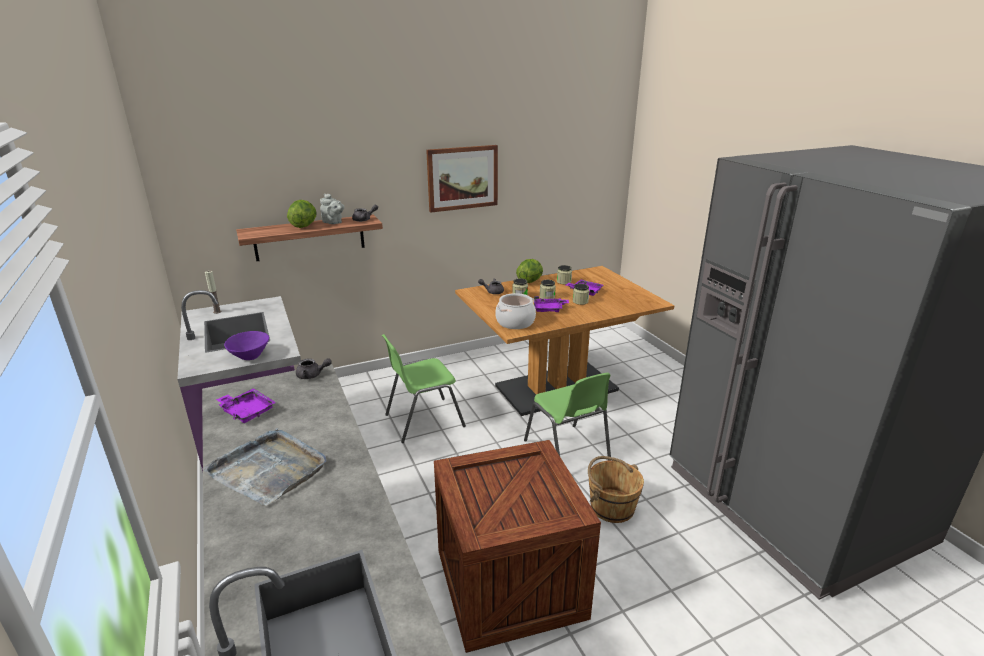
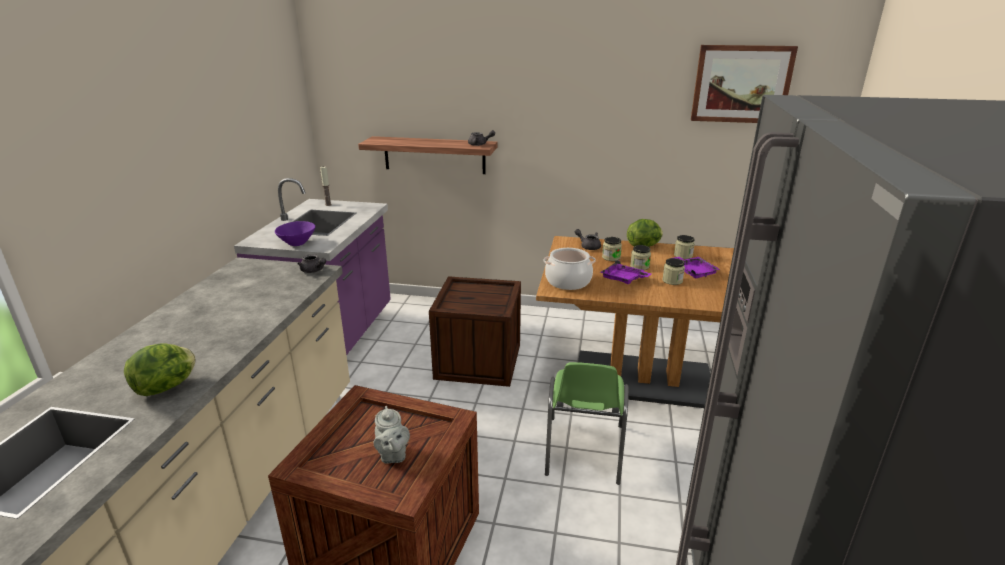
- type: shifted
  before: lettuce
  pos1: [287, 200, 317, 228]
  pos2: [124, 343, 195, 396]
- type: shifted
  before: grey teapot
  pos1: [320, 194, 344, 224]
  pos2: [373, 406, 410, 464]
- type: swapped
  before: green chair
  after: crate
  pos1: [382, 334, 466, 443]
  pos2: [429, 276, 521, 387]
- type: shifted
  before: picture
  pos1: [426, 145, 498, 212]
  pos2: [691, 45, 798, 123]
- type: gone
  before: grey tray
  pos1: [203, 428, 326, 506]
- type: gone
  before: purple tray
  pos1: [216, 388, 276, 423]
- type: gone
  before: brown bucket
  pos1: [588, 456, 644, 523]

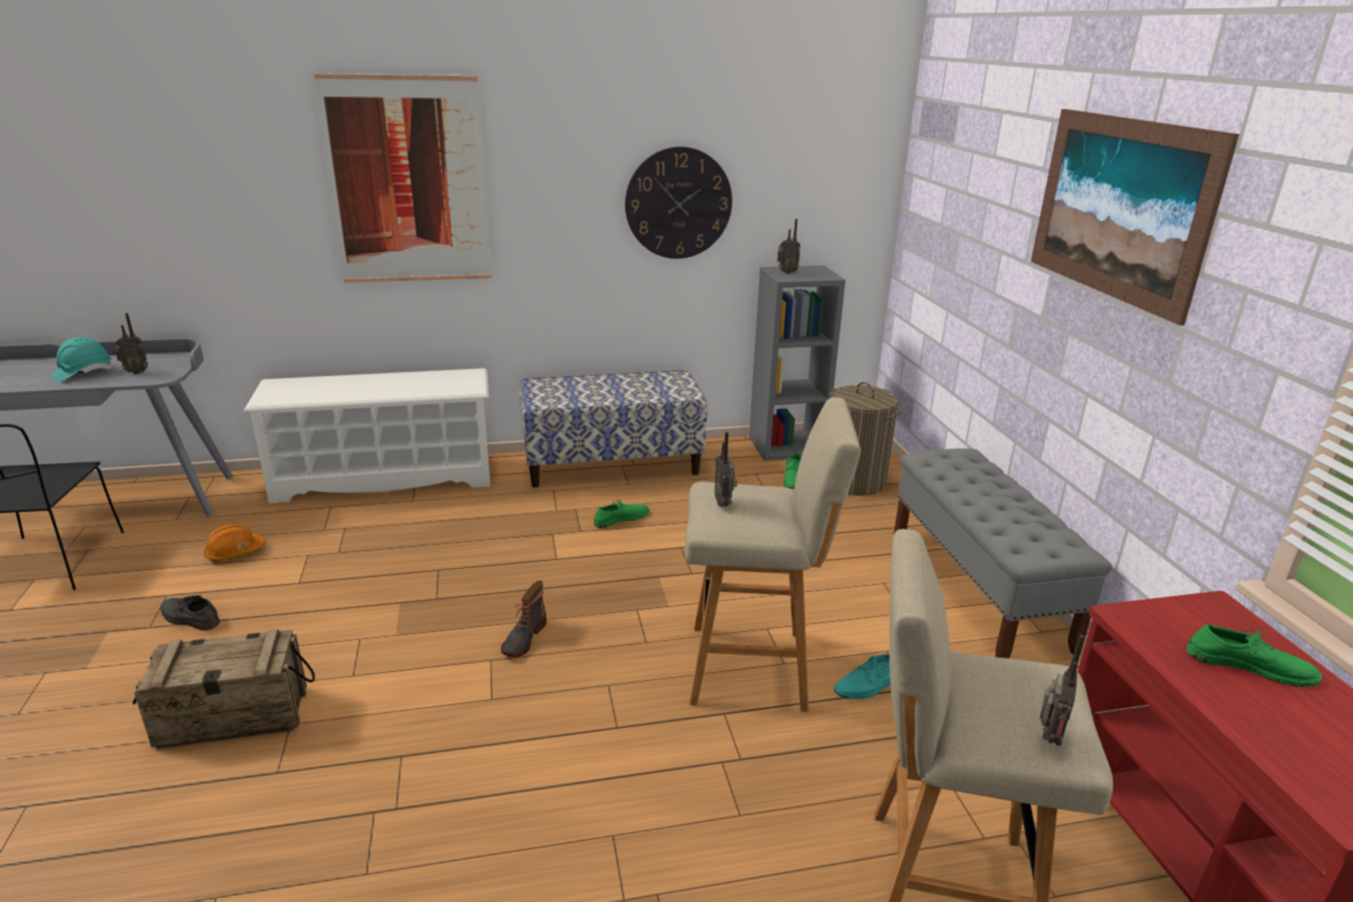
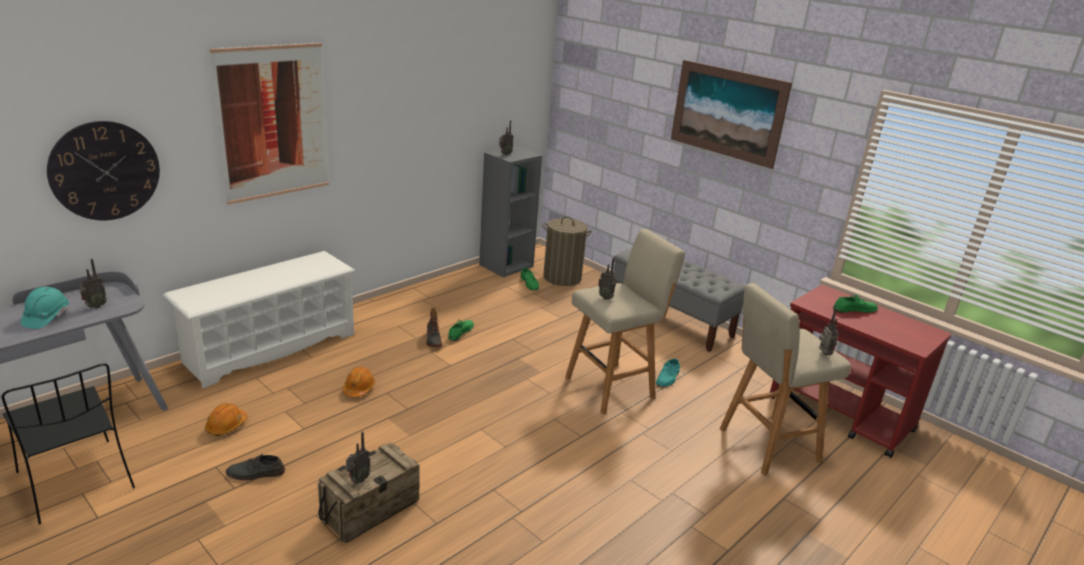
- type: shifted
  before: wall clock
  pos1: [625, 147, 732, 259]
  pos2: [47, 121, 160, 220]
- type: new
  after: orange hard hat
  pos2: [343, 367, 375, 397]
- type: new
  after: radio
  pos2: [346, 431, 371, 483]
- type: shifted
  before: boot
  pos1: [501, 581, 547, 657]
  pos2: [426, 308, 442, 347]
- type: gone
  before: bench
  pos1: [519, 370, 707, 487]

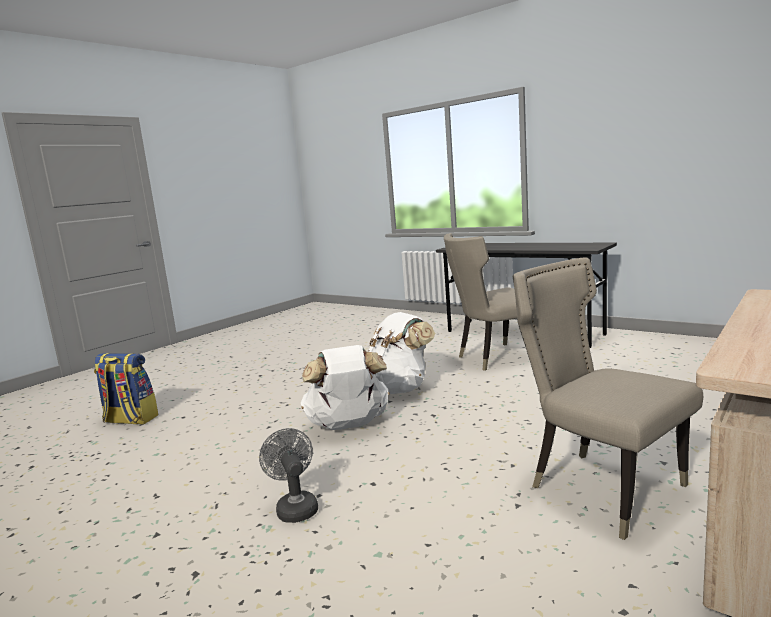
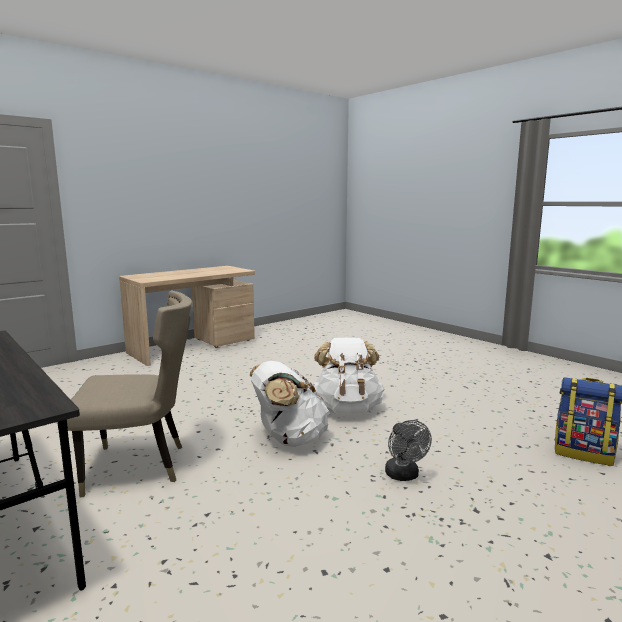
- type: shifted
  before: grey fan
  pos1: [259, 428, 318, 523]
  pos2: [385, 420, 432, 481]
- type: gone
  before: beige chair
  pos1: [513, 257, 703, 540]

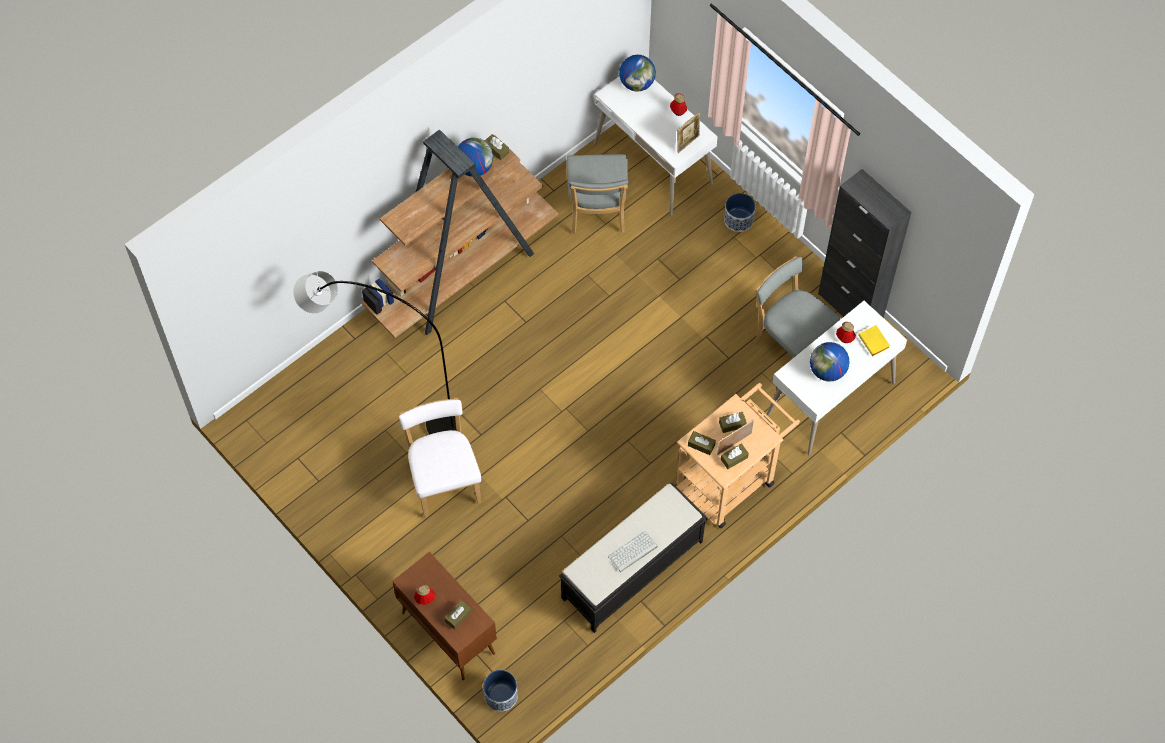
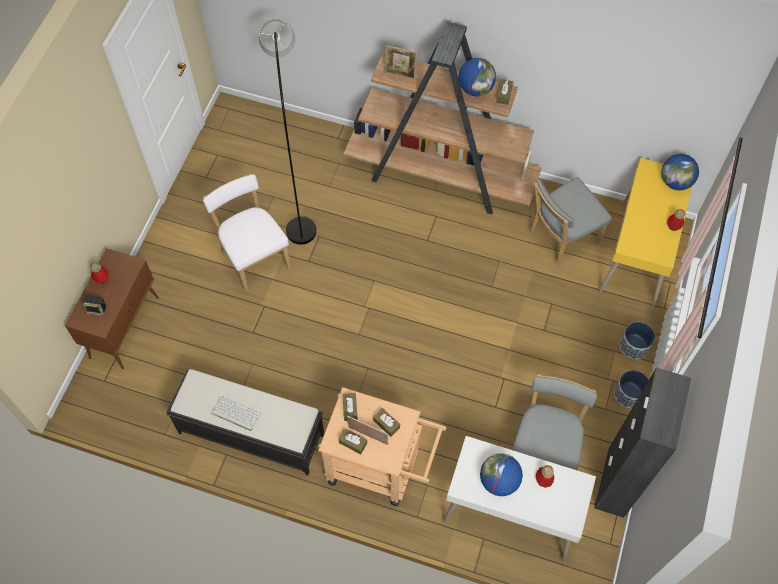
- type: swapped
  before: brown tissue box
  after: speaker
  pos1: [444, 600, 471, 630]
  pos2: [82, 295, 106, 316]
- type: rotated
  before: white chair
  pos1: [399, 398, 481, 518]
  pos2: [203, 174, 291, 292]
  turn: -75
- type: shifted
  before: picture frame
  pos1: [677, 112, 700, 153]
  pos2: [385, 45, 417, 79]
- type: repainted
  before: white desk
  after: yellow desk
  pos1: [594, 76, 718, 216]
  pos2: [599, 158, 692, 308]
- type: shifted
  before: planter
  pos1: [483, 670, 518, 712]
  pos2: [614, 370, 649, 408]
- type: gone
  before: yellow book
  pos1: [858, 325, 890, 356]

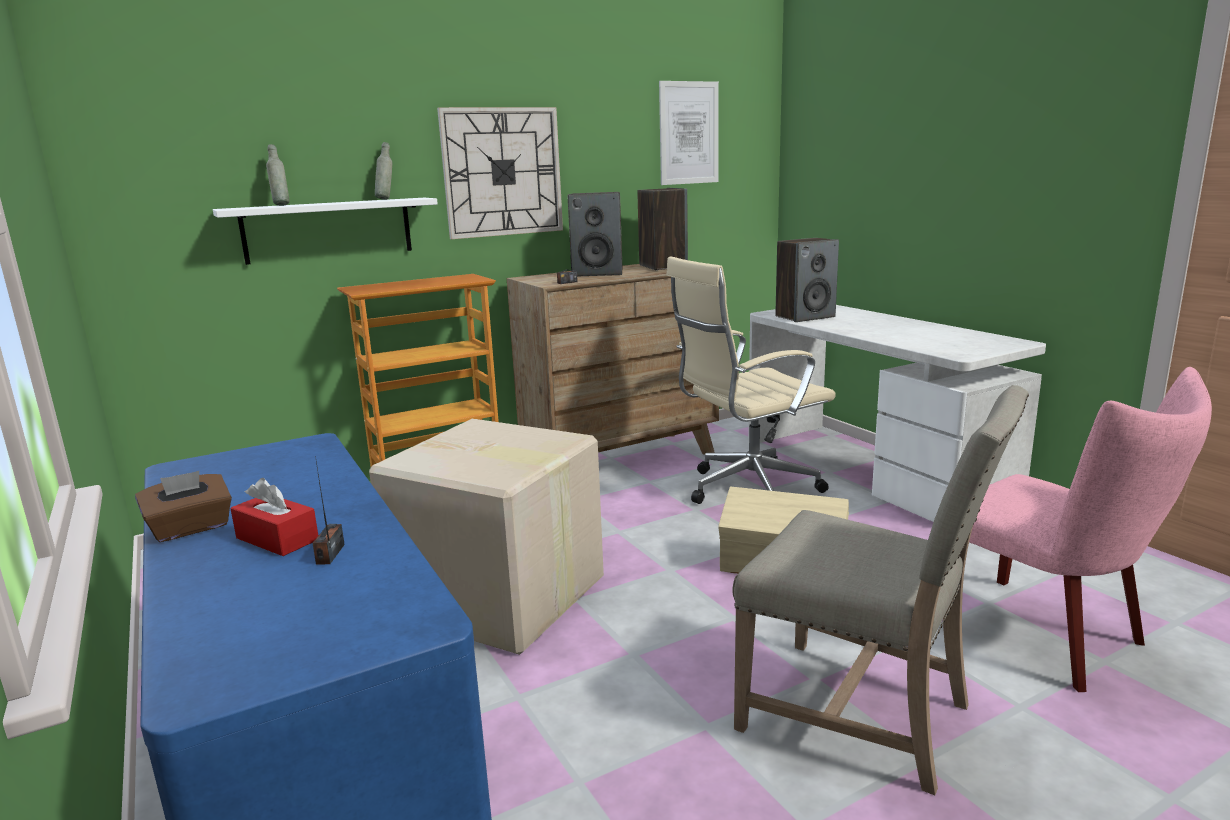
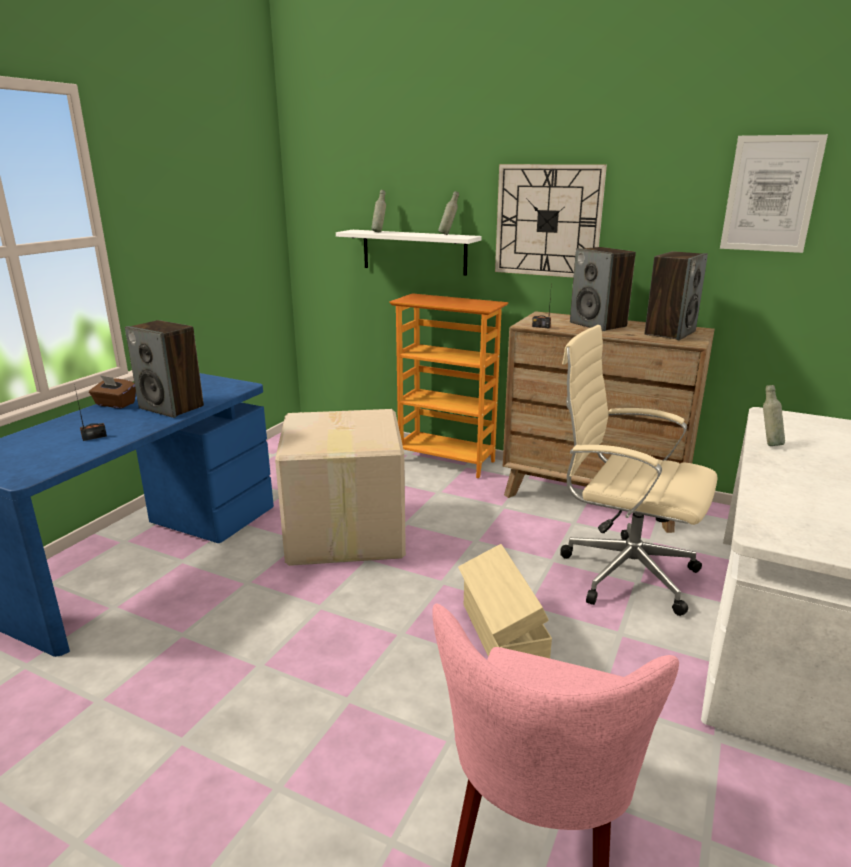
- type: shifted
  before: speaker
  pos1: [775, 238, 839, 322]
  pos2: [125, 320, 204, 418]
- type: new
  after: grey bottle
  pos2: [763, 385, 785, 446]
- type: gone
  before: red tissue box
  pos1: [230, 478, 318, 556]
- type: gone
  before: beige chair
  pos1: [732, 385, 1029, 795]

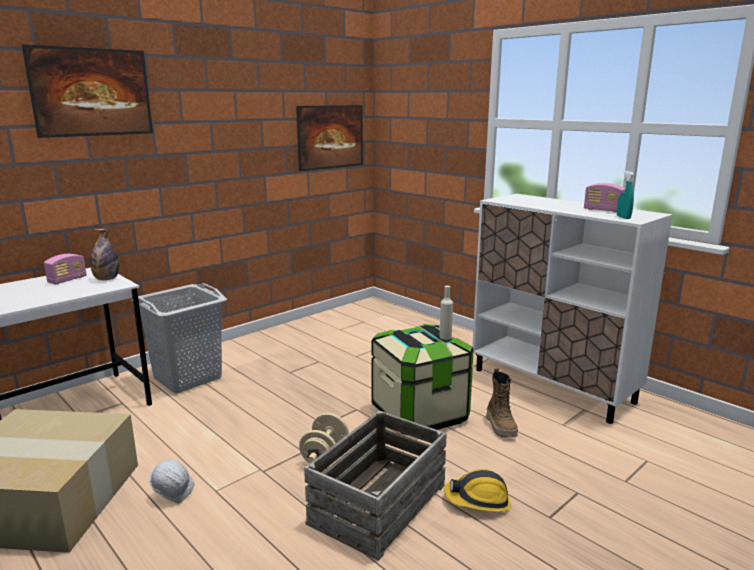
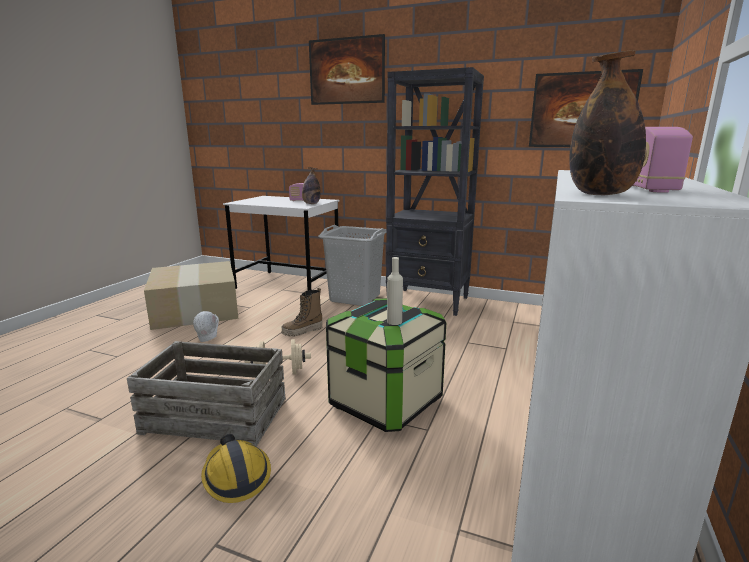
- type: shifted
  before: boot
  pos1: [487, 368, 518, 438]
  pos2: [281, 287, 322, 337]
- type: new
  after: black bookcase
  pos2: [386, 67, 484, 316]
- type: swapped
  before: turquoise spray bottle
  after: bottle
  pos1: [617, 171, 634, 219]
  pos2: [570, 50, 646, 195]

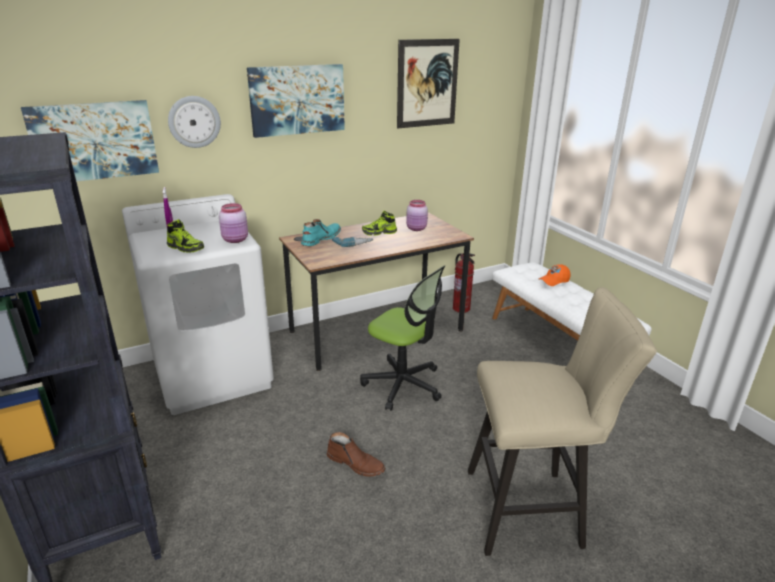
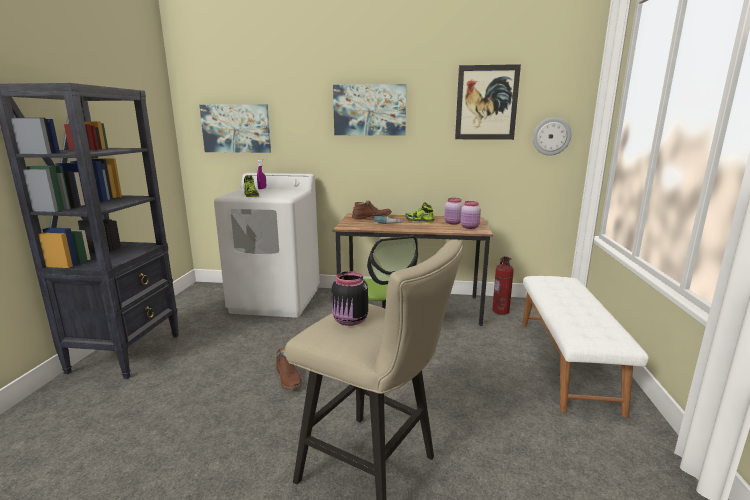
- type: new
  after: black jar
  pos2: [332, 271, 368, 326]
- type: repainted
  before: turquoise boot
  after: brown boot
  pos1: [301, 219, 341, 246]
  pos2: [352, 201, 392, 220]
- type: shifted
  before: pink jar
  pos1: [219, 203, 248, 243]
  pos2: [461, 201, 481, 229]
- type: shifted
  before: wall clock
  pos1: [168, 96, 221, 148]
  pos2: [533, 117, 571, 156]
- type: gone
  before: orange cap
  pos1: [539, 264, 570, 286]

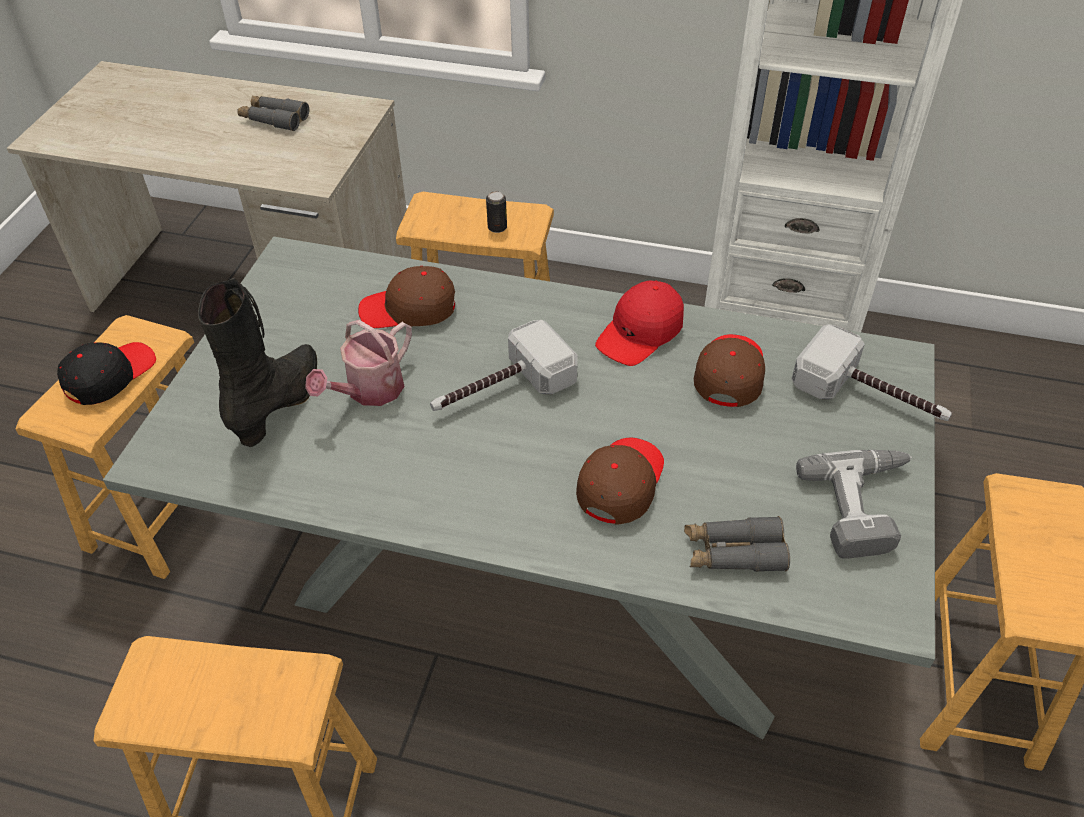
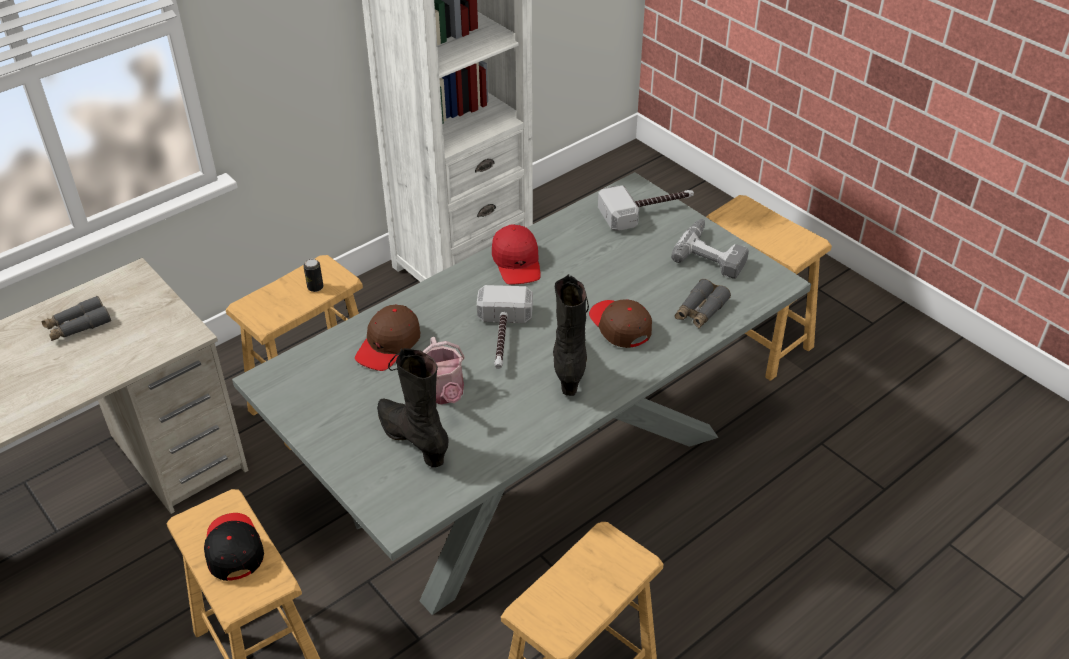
- type: new
  after: black boot
  pos2: [553, 274, 589, 396]
- type: gone
  before: brown cap
  pos1: [694, 334, 765, 407]

